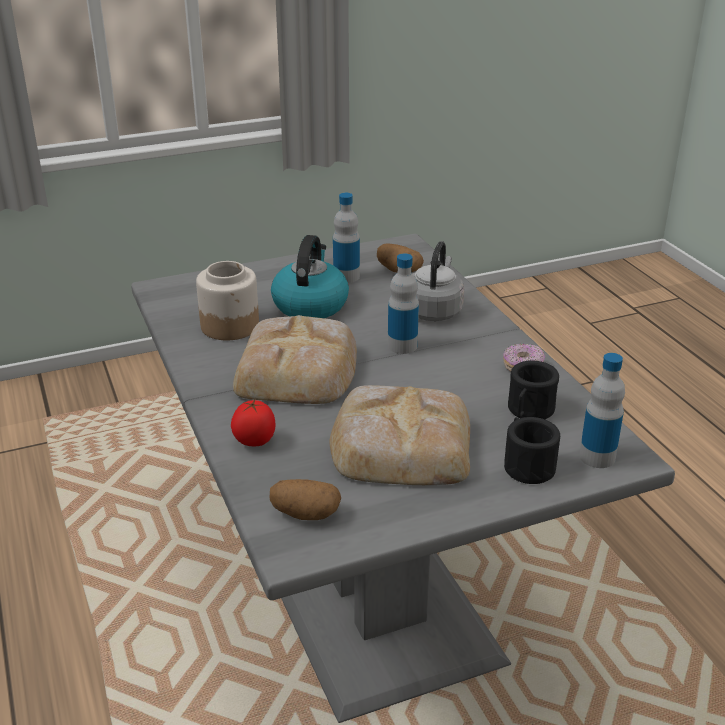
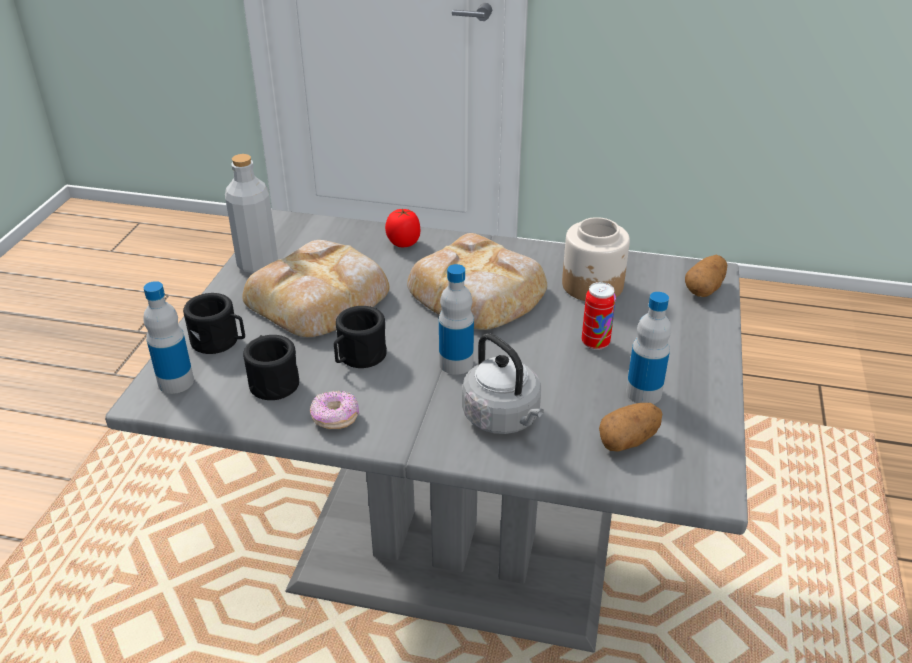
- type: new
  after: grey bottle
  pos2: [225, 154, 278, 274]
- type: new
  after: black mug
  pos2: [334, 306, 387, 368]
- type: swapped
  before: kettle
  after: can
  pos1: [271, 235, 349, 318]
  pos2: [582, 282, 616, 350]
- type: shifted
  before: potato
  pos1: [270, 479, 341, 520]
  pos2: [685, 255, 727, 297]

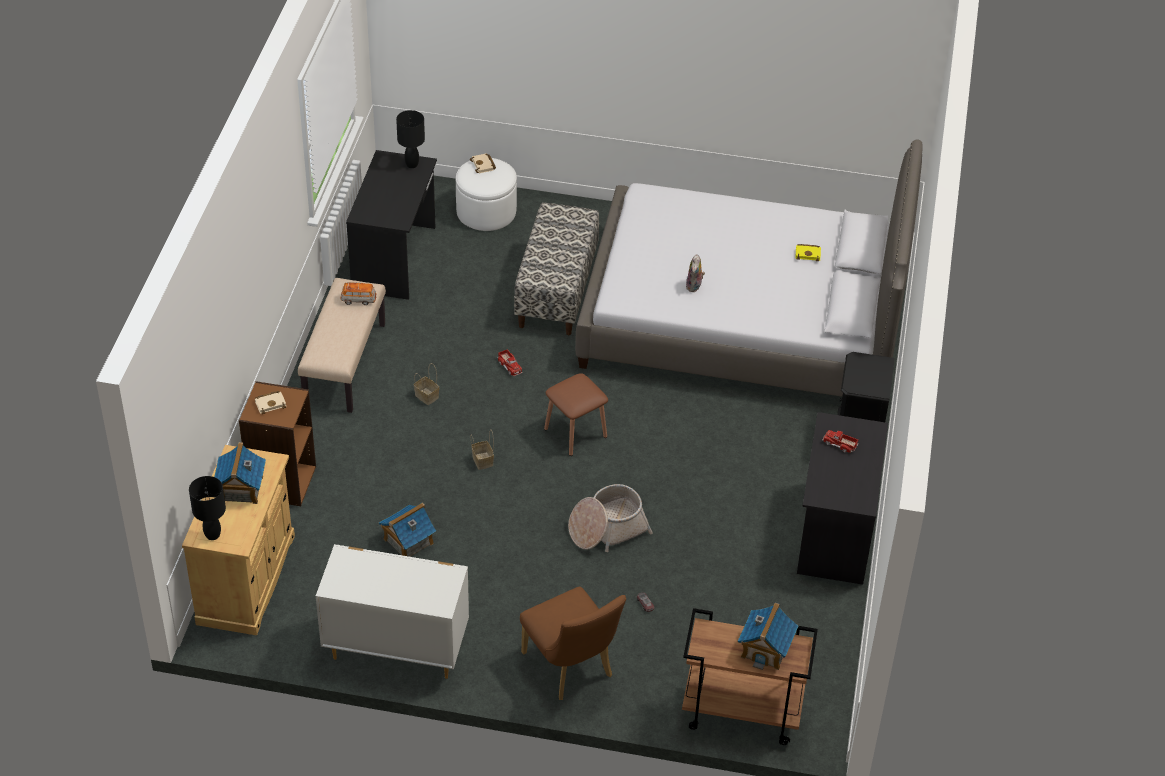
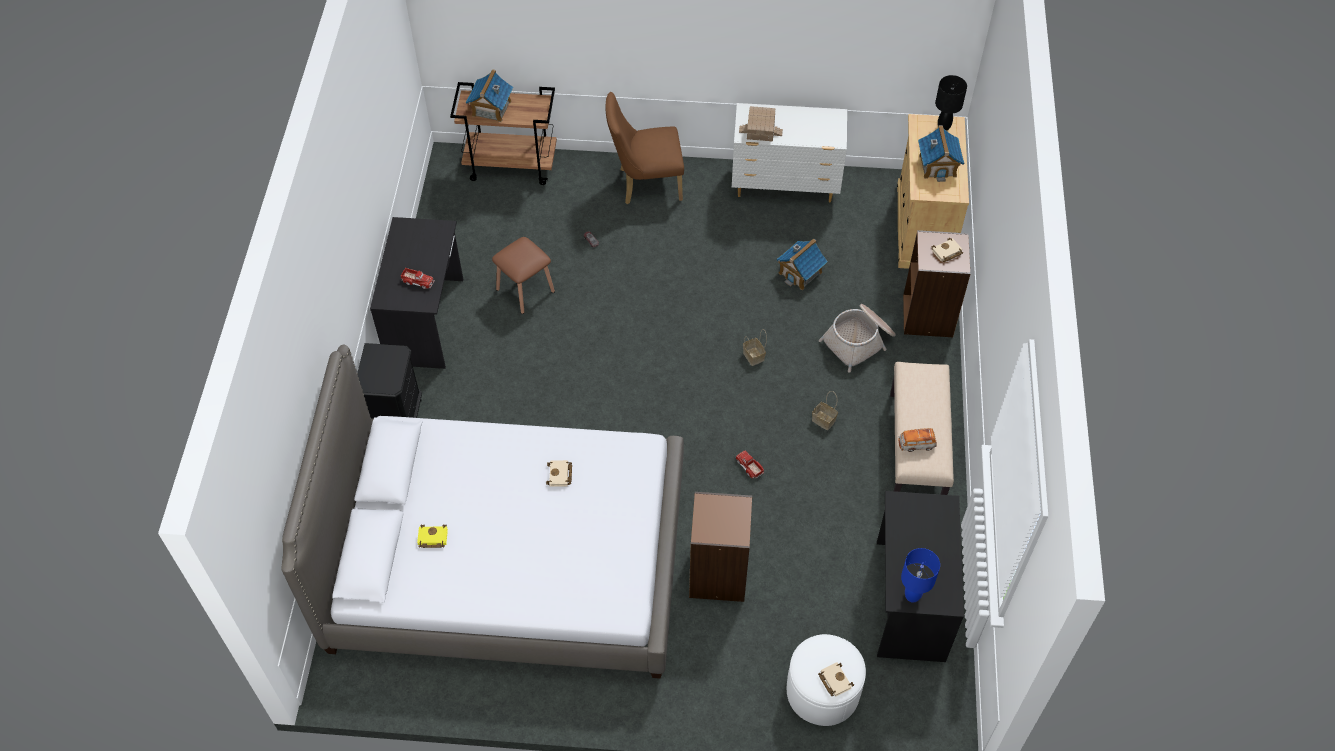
- type: shifted
  before: brown stool
  pos1: [544, 373, 608, 456]
  pos2: [492, 237, 555, 314]
- type: swapped
  before: plush toy
  after: beige book
  pos1: [686, 254, 705, 292]
  pos2: [546, 460, 572, 486]
- type: rotated
  before: brown chair
  pos1: [520, 587, 626, 700]
  pos2: [605, 92, 684, 204]
  turn: -60
- type: swapped
  before: bench
  after: brown bookcase
  pos1: [514, 202, 599, 335]
  pos2: [689, 492, 752, 602]
- type: new
  after: toy house
  pos2: [739, 106, 783, 141]
- type: shifted
  before: basket
  pos1: [568, 484, 653, 552]
  pos2: [819, 304, 896, 373]
- type: repainted
  before: black table lamp
  after: blue table lamp
  pos1: [396, 110, 425, 168]
  pos2: [901, 548, 940, 603]

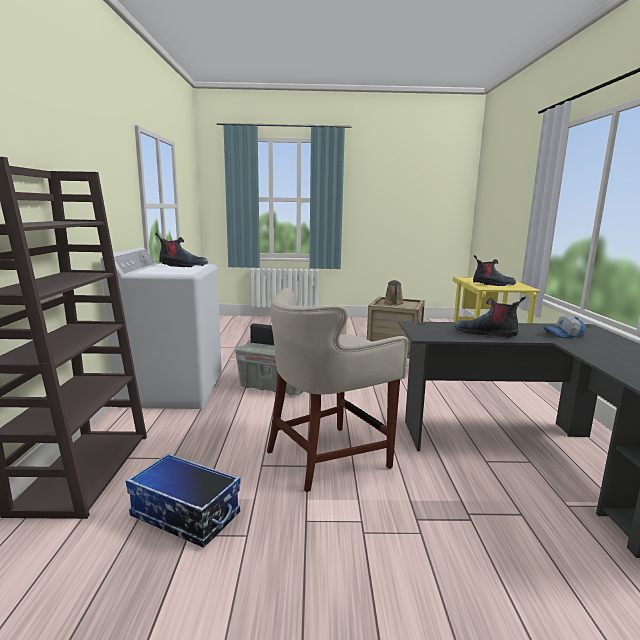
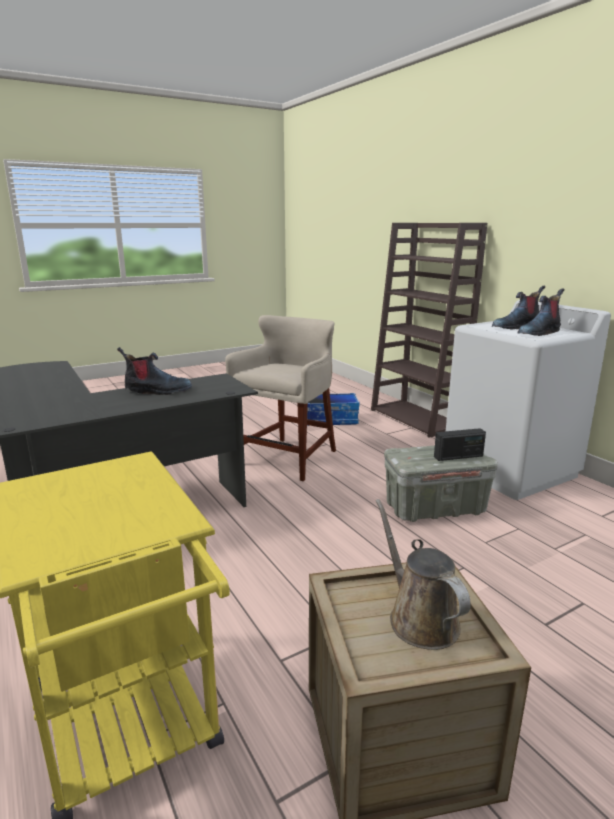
- type: shifted
  before: boot
  pos1: [473, 255, 516, 286]
  pos2: [492, 286, 545, 330]
- type: gone
  before: cap
  pos1: [543, 316, 586, 338]

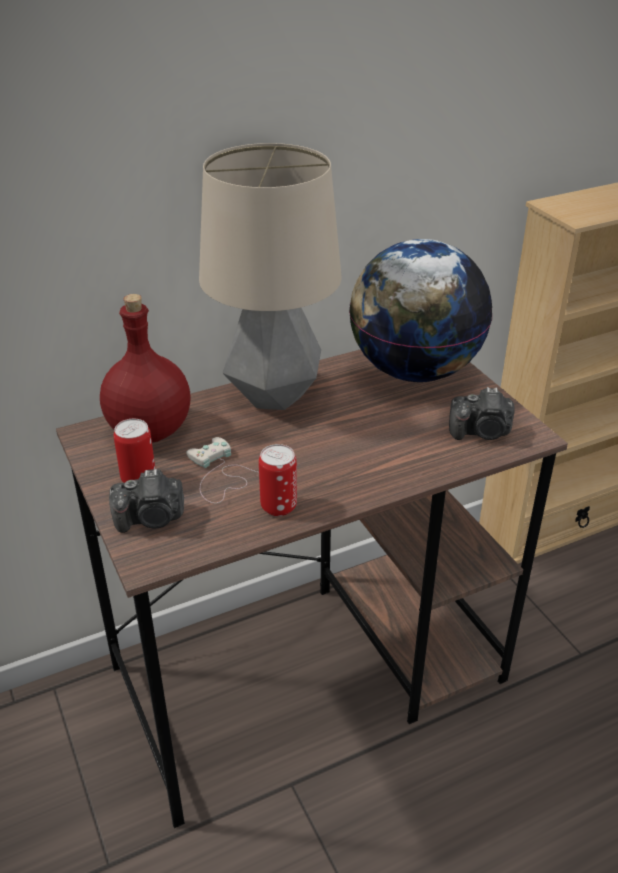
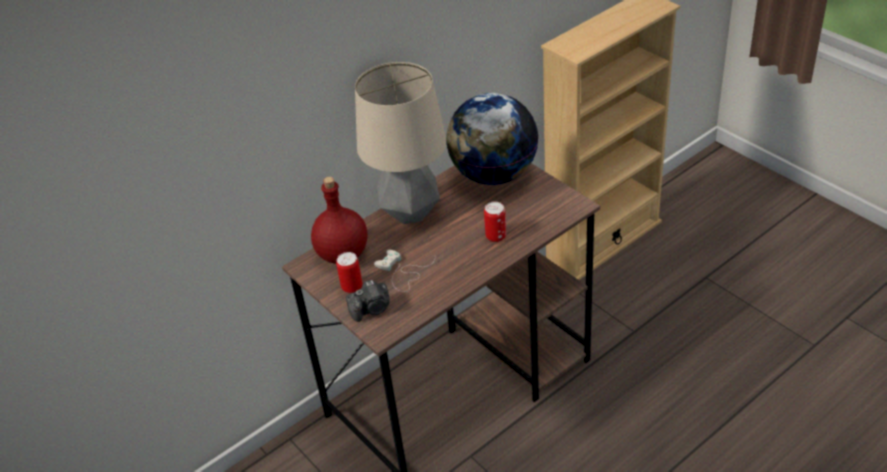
- type: shifted
  before: can
  pos1: [259, 444, 297, 516]
  pos2: [484, 201, 506, 242]
- type: gone
  before: photo camera
  pos1: [449, 387, 514, 440]

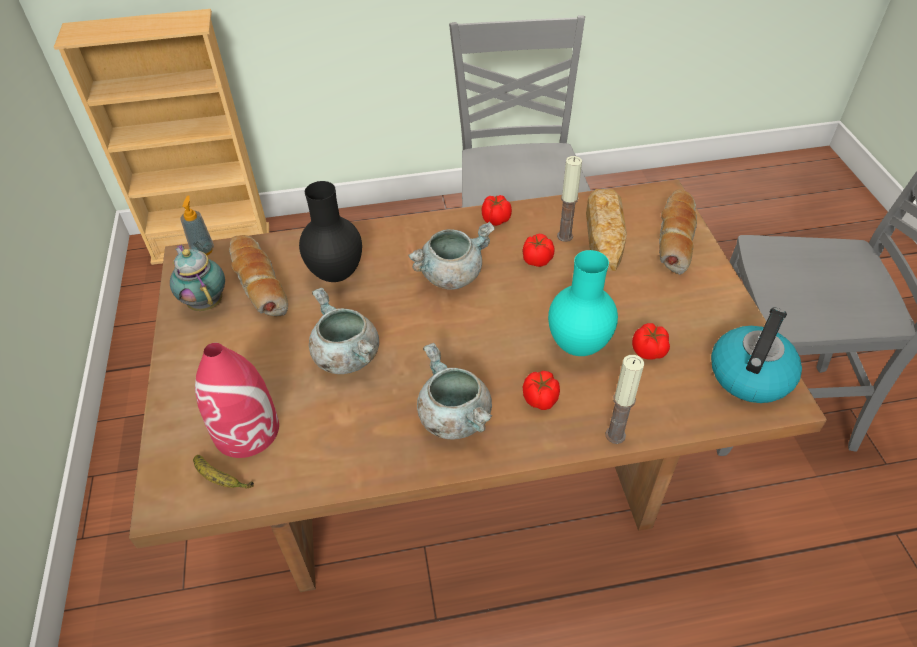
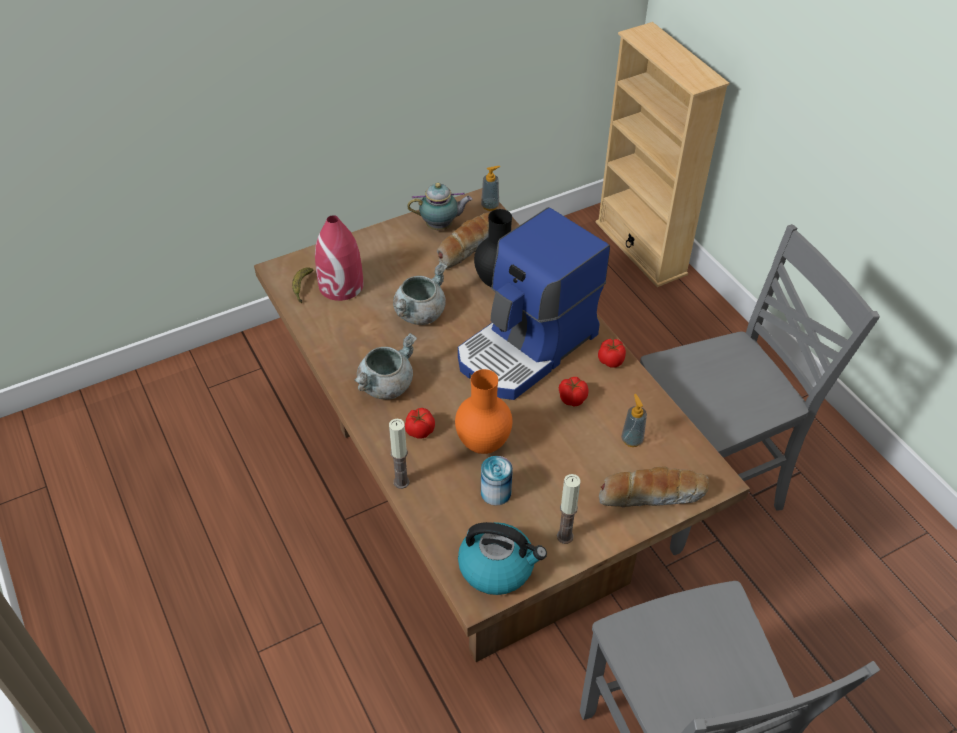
- type: rotated
  before: teapot
  pos1: [170, 244, 225, 311]
  pos2: [407, 183, 472, 230]
  turn: 45
- type: repainted
  before: turquoise vase
  after: orange vase
  pos1: [548, 250, 618, 356]
  pos2: [455, 369, 512, 454]
- type: swapped
  before: grey cooking pot
  after: coffee machine
  pos1: [408, 222, 495, 290]
  pos2: [458, 207, 610, 400]
- type: swapped
  before: tomato
  after: can
  pos1: [632, 323, 670, 360]
  pos2: [481, 456, 513, 506]
- type: shifted
  before: candle
  pos1: [557, 156, 582, 242]
  pos2: [557, 474, 581, 544]
- type: swapped
  before: bread
  after: soap dispenser
  pos1: [586, 189, 627, 271]
  pos2: [621, 394, 647, 447]

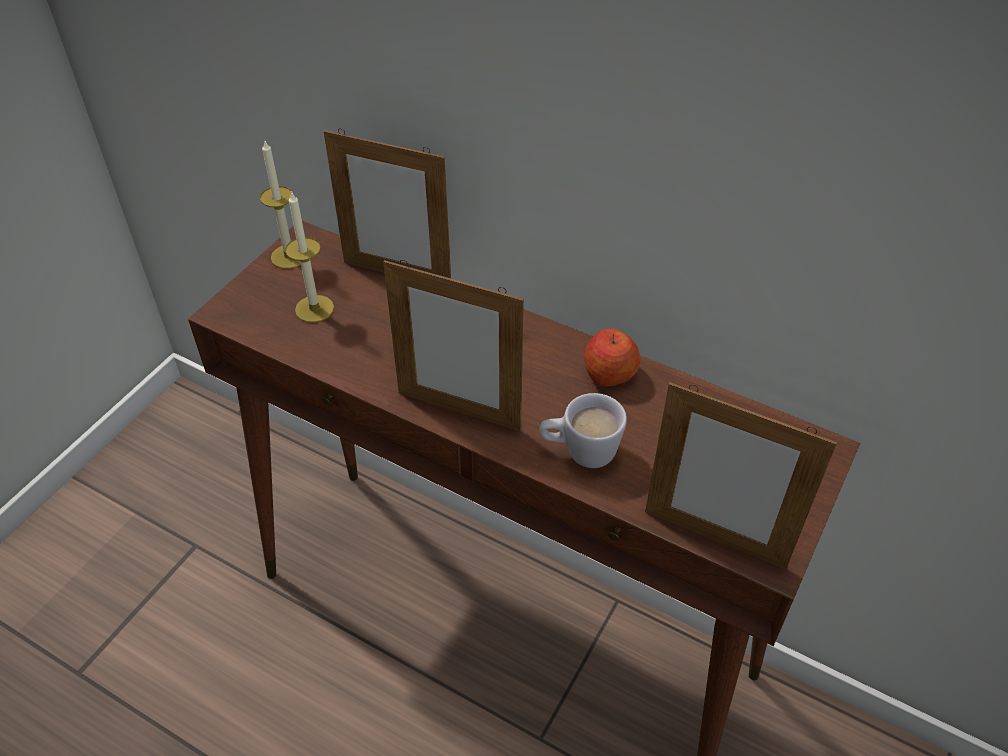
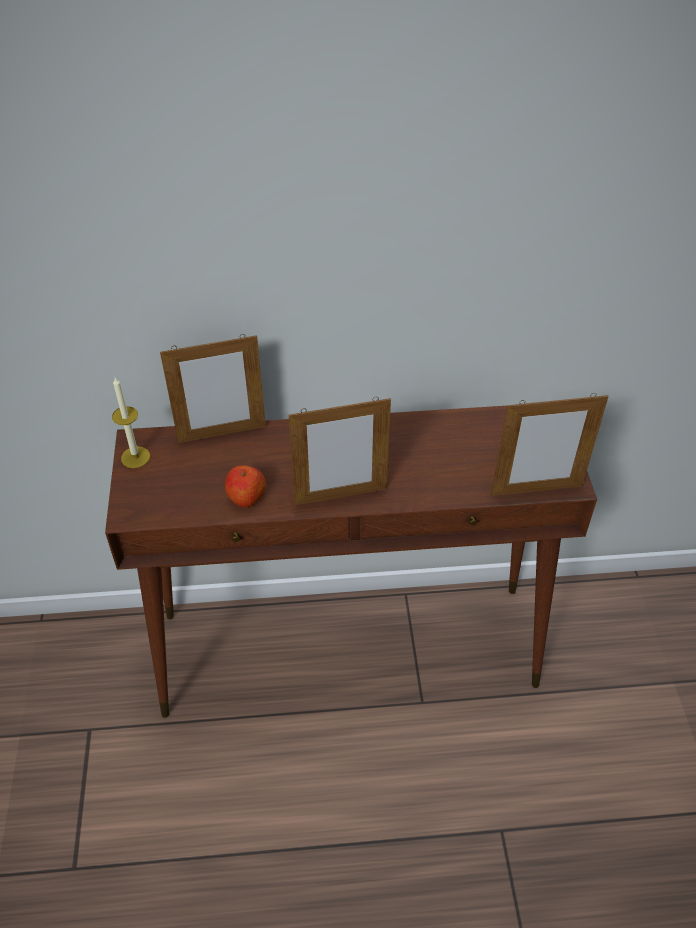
- type: shifted
  before: apple
  pos1: [584, 329, 640, 386]
  pos2: [225, 465, 266, 508]
- type: gone
  before: candle
  pos1: [285, 191, 334, 323]
- type: gone
  before: white mug
  pos1: [540, 393, 627, 468]

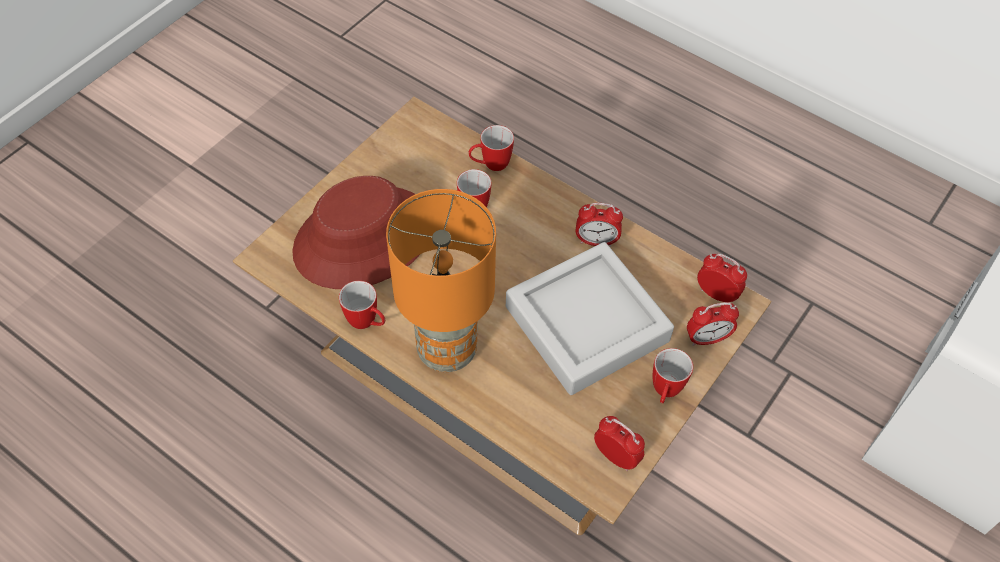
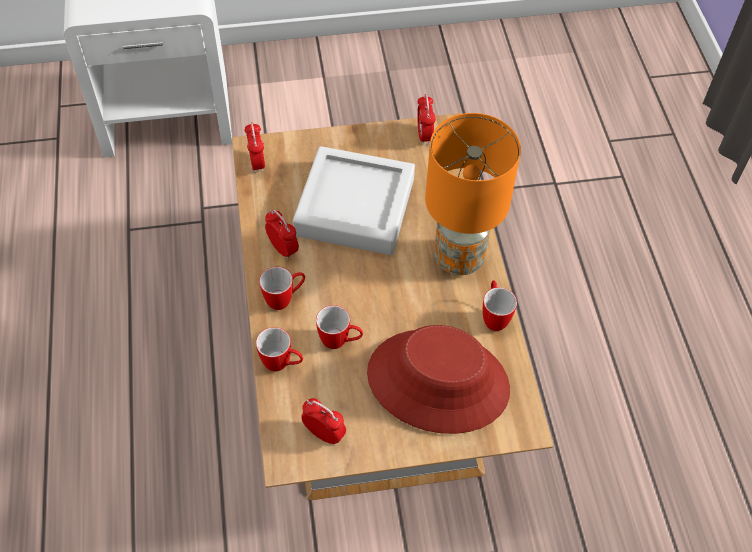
- type: shifted
  before: mug
  pos1: [653, 348, 693, 403]
  pos2: [259, 267, 305, 310]
- type: shifted
  before: alarm clock
  pos1: [687, 302, 739, 346]
  pos2: [301, 398, 346, 446]

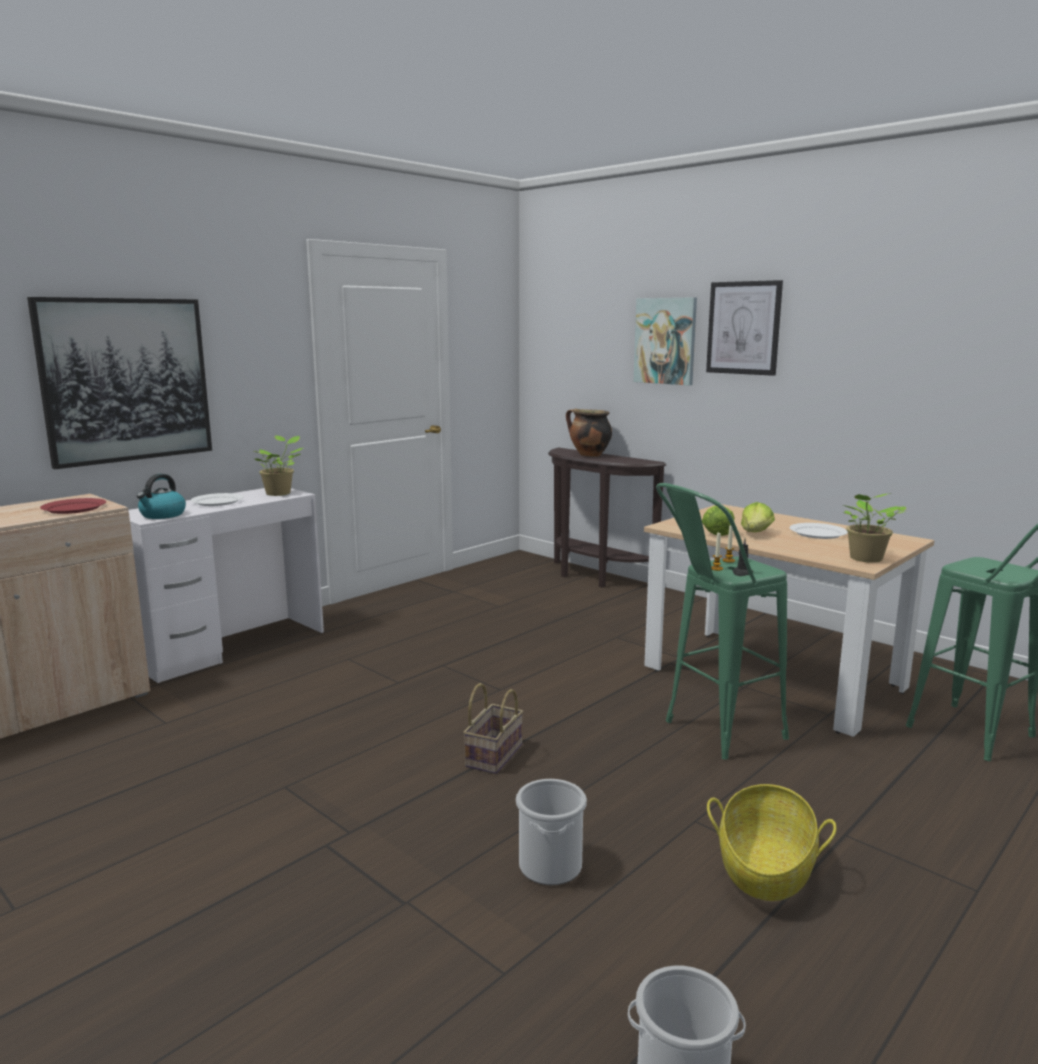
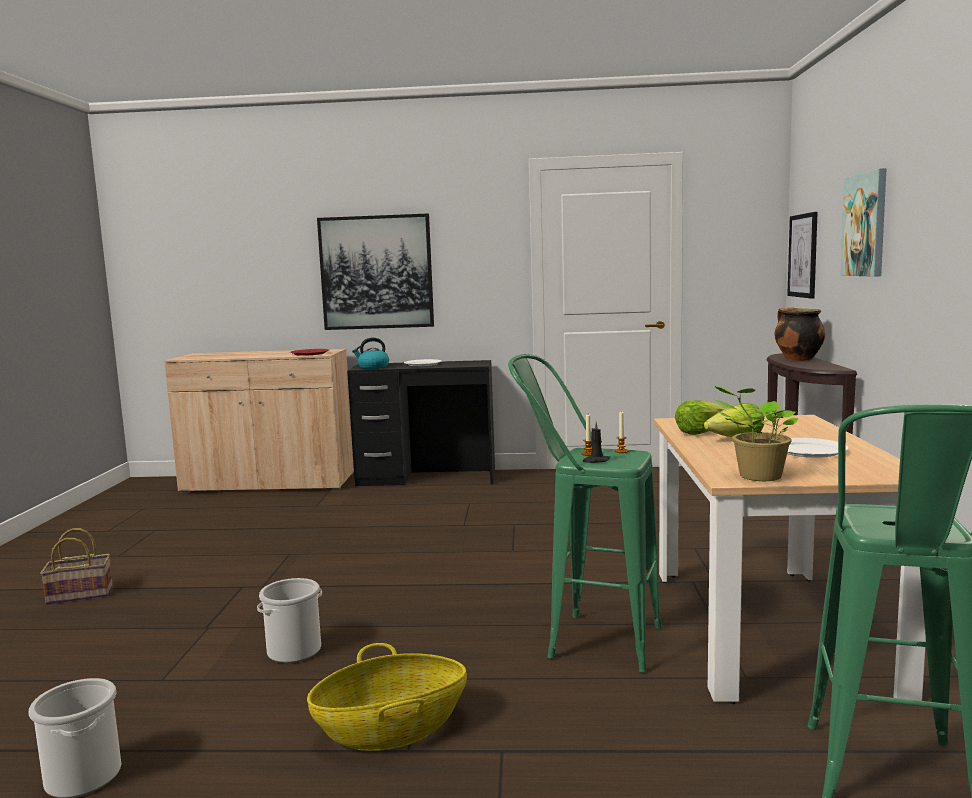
- type: shifted
  before: basket
  pos1: [463, 683, 524, 774]
  pos2: [40, 528, 113, 605]
- type: repainted
  before: white desk
  after: black desk
  pos1: [128, 488, 324, 683]
  pos2: [347, 360, 495, 486]
- type: shifted
  before: picture
  pos1: [706, 280, 783, 376]
  pos2: [787, 212, 818, 299]
- type: gone
  before: potted plant
  pos1: [254, 435, 303, 496]

